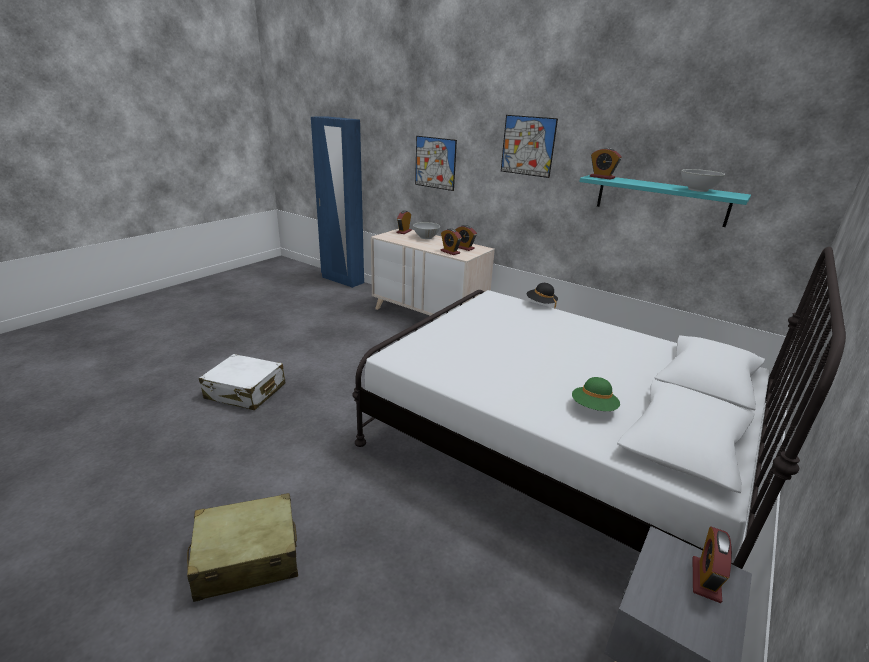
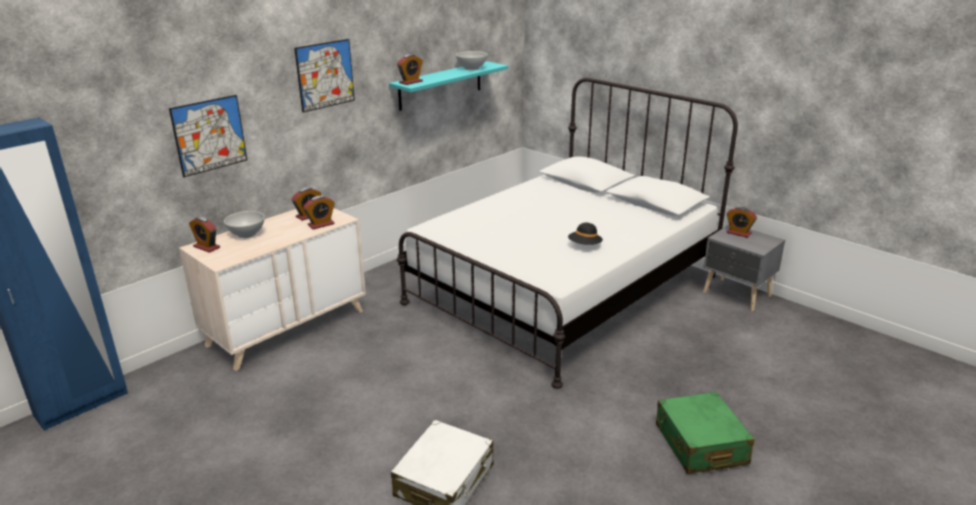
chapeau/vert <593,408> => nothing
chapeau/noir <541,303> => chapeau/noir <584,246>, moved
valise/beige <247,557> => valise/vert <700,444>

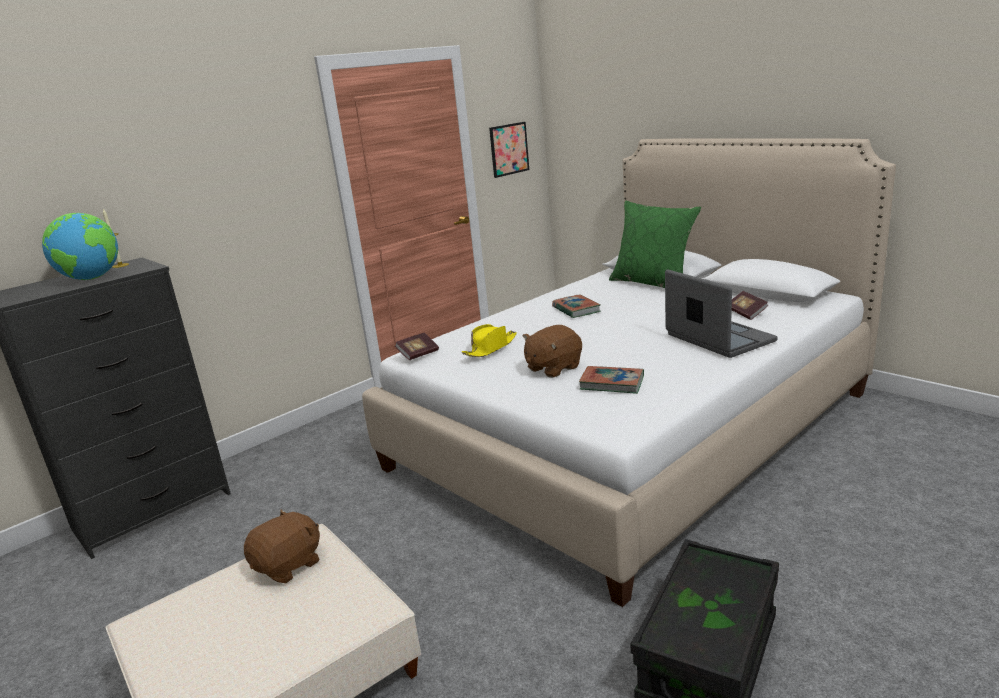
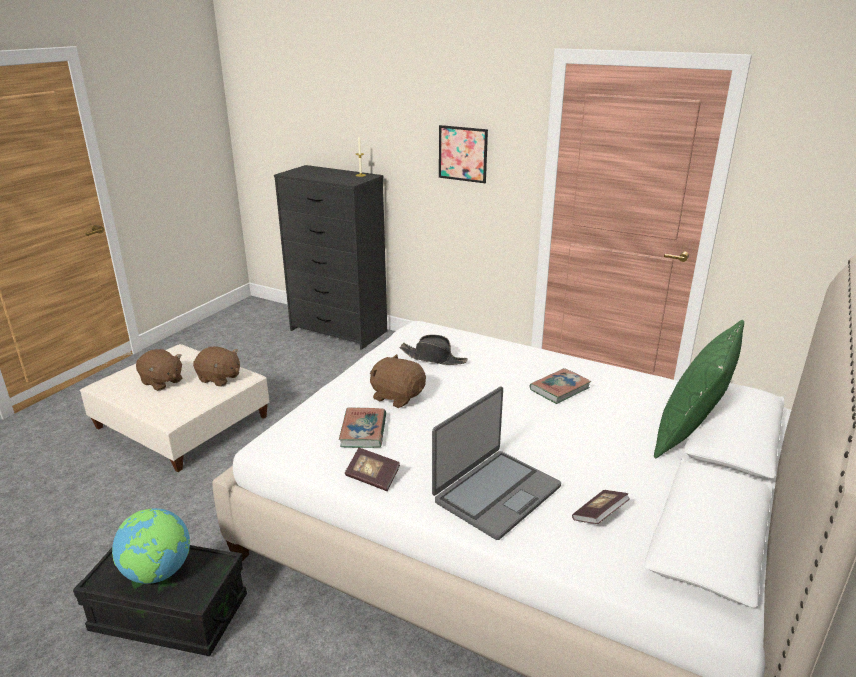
nothing => peluche/marron <162,382>
globe <92,278> => globe <158,573>, moved
livre <418,354> => livre <372,478>, moved
tableau <509,149> => tableau <463,154>, moved
chapeau/jaune <490,348> => chapeau/noir <433,358>

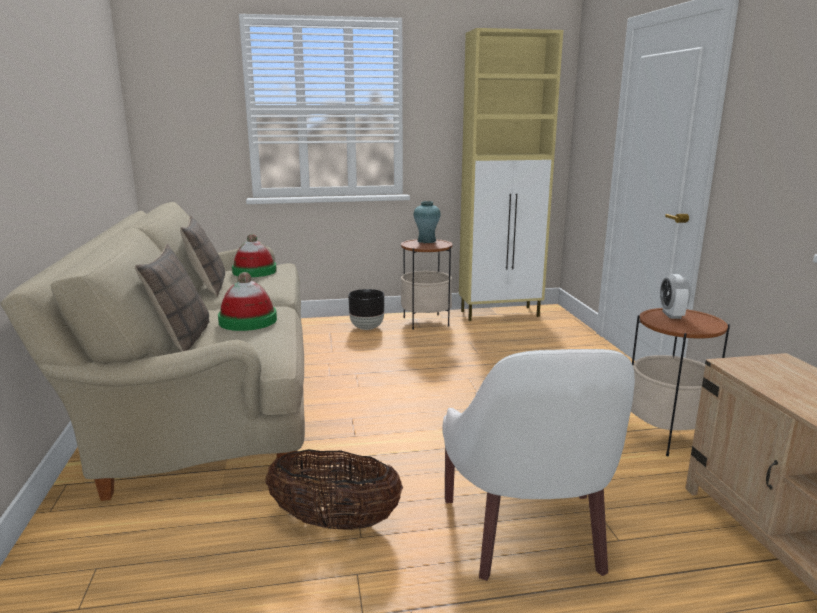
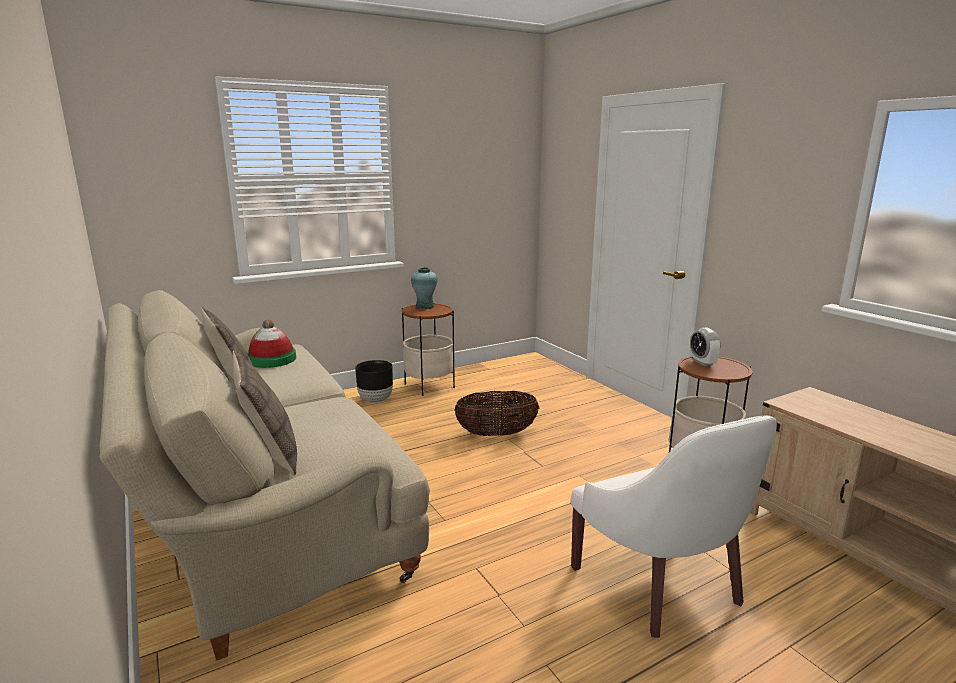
chapeau <248,321> => nothing
meuble de rangement/beige <501,314> => nothing
panier <335,522> => panier <496,434>, moved

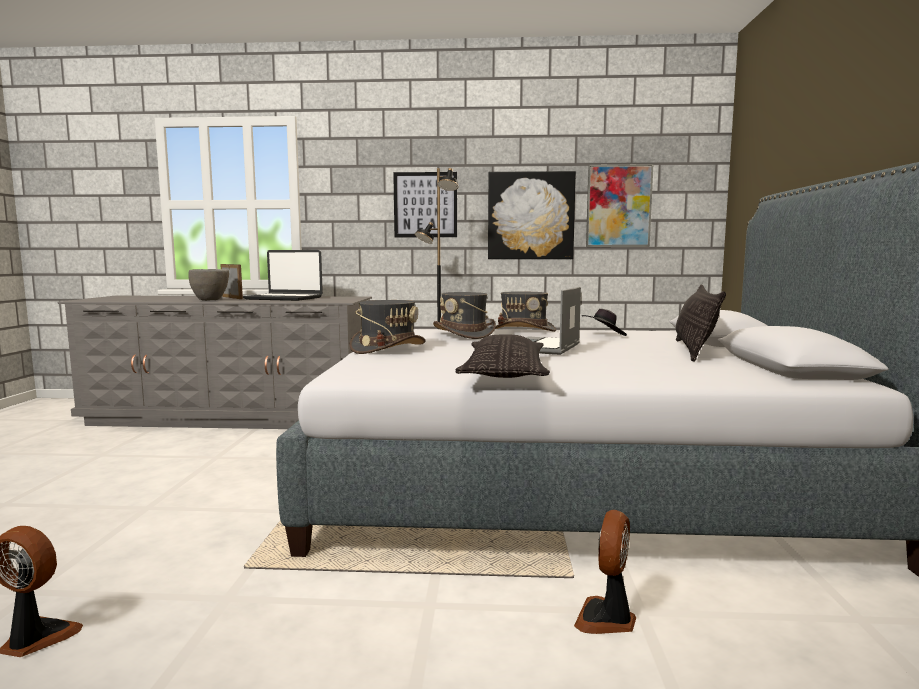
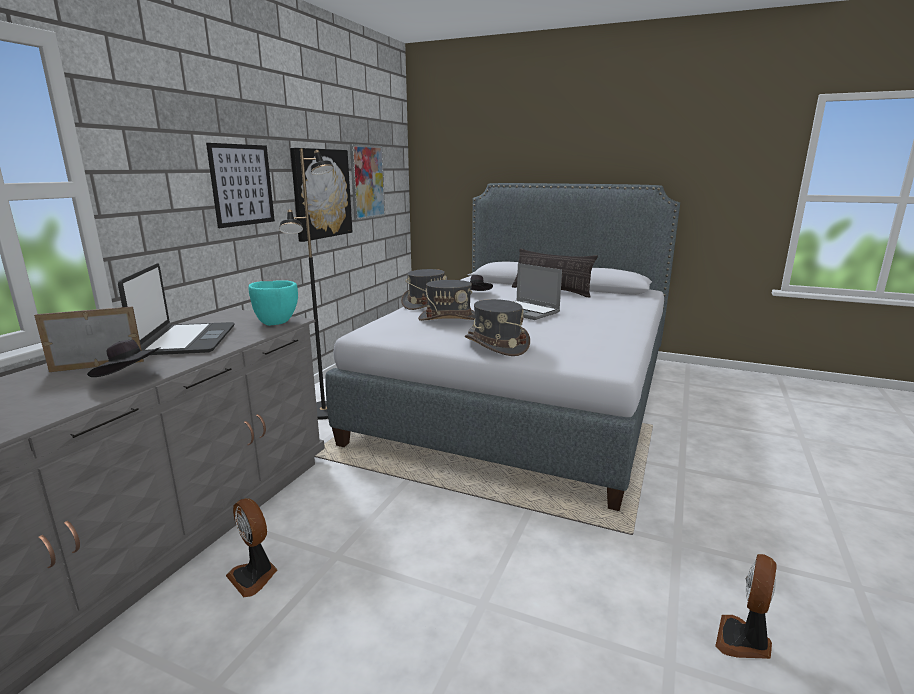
coussin <504,371> => nothing
nothing => bol/turquoise <276,322>
ventilateur <607,619> => ventilateur <254,576>, moved
bol/gris <210,300> => chapeau/noir <130,378>
ordinateur portable <284,298> => ordinateur portable <186,340>, 45 degrees counterclockwise

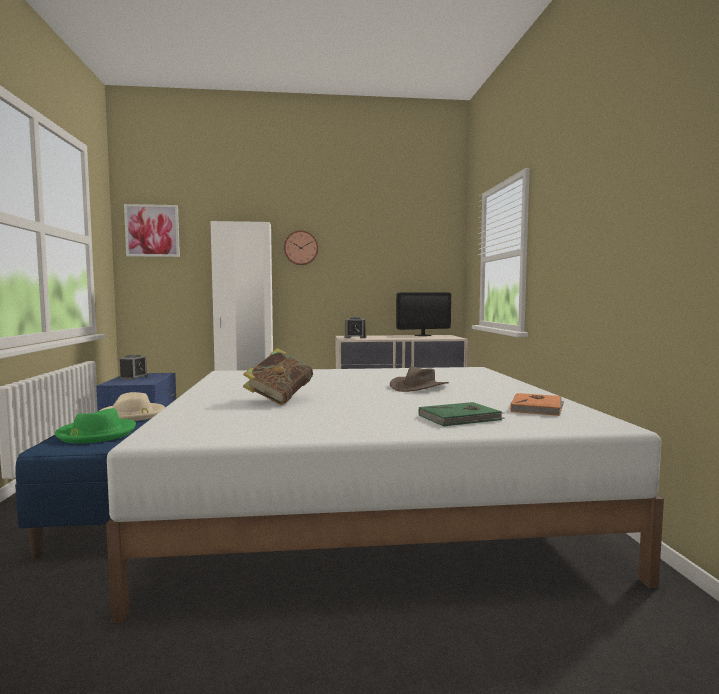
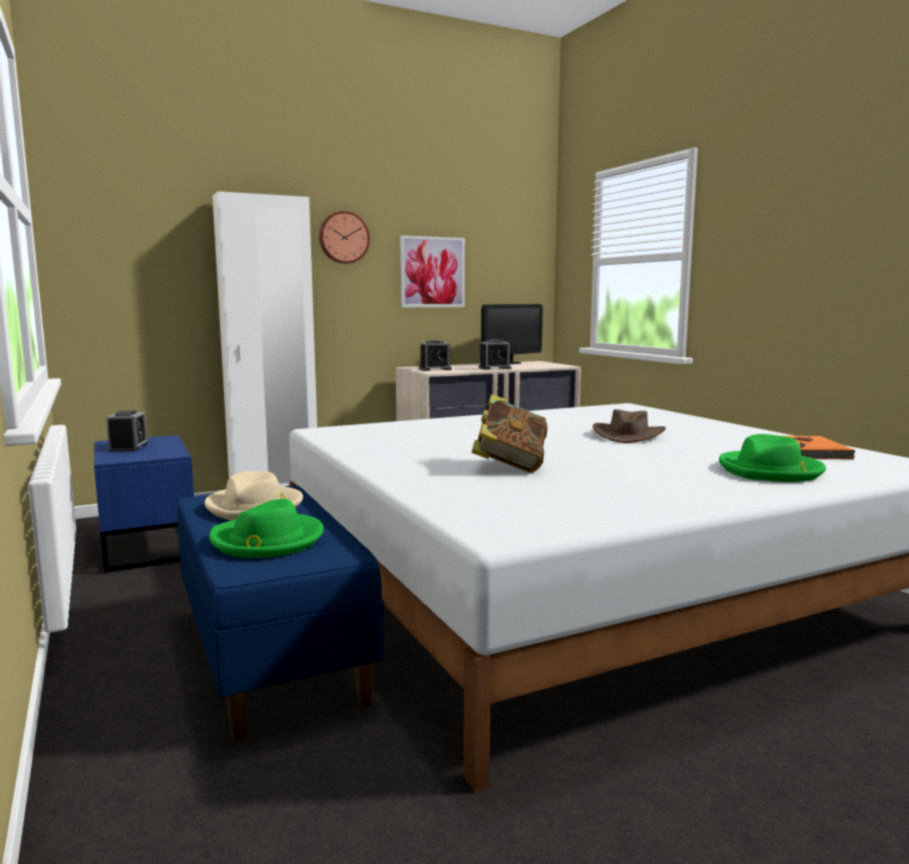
nothing => réveil <495,368>
tableau <152,231> => tableau <432,272>, moved
livre/vert <460,418> => chapeau/vert <770,471>

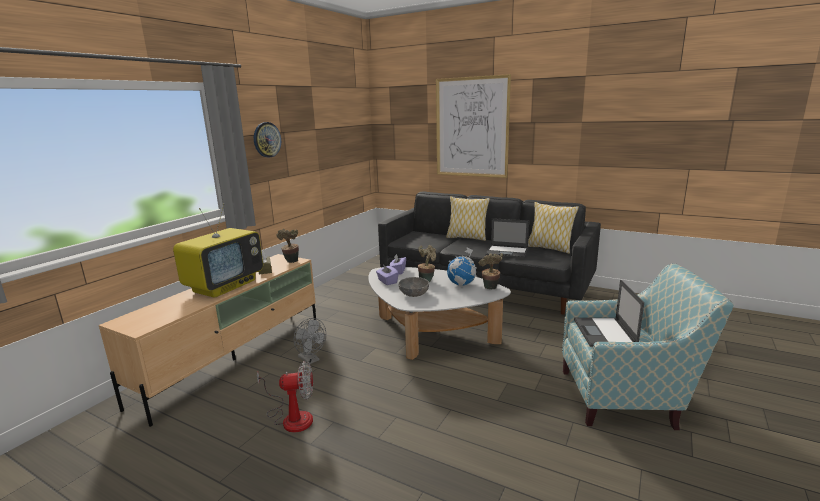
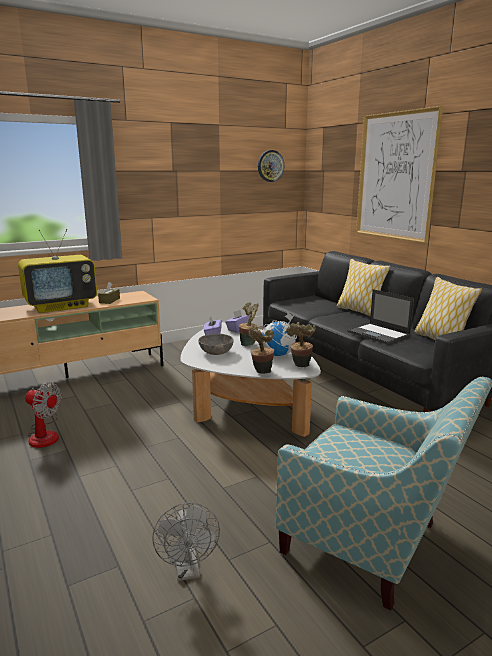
ordinateur portable <605,333> => nothing
horloge murale <266,139> => horloge murale <270,166>, moved
plante en pot <291,262> => plante en pot <261,372>, moved
ventilateur/gris <311,360> => ventilateur/gris <188,571>, moved

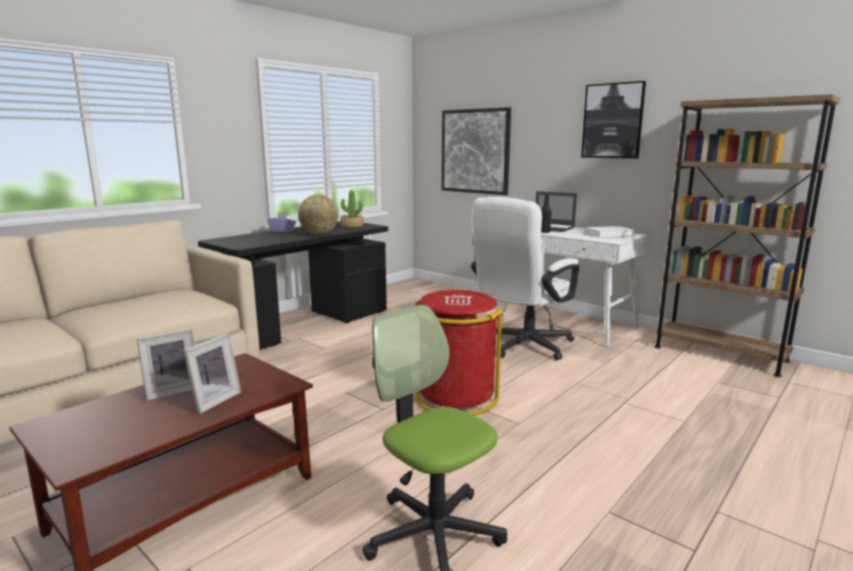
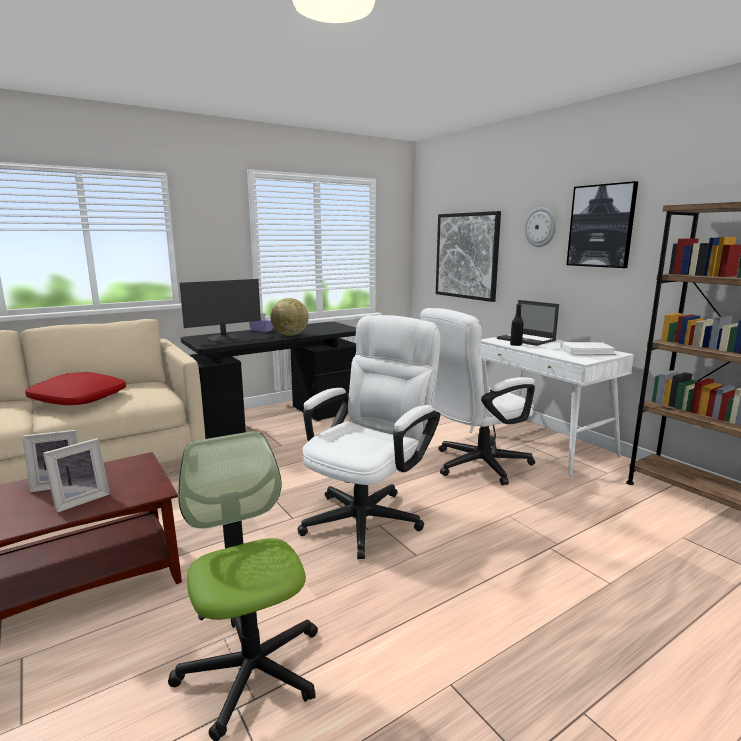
plante en pot <352,226> => nothing
nothing => coussin/rouge <78,399>
nothing => écran d'ordinateur <223,338>
nothing => horloge murale <540,227>
poubelle/rouge <455,397> => chaise de bureau/blanc <369,515>

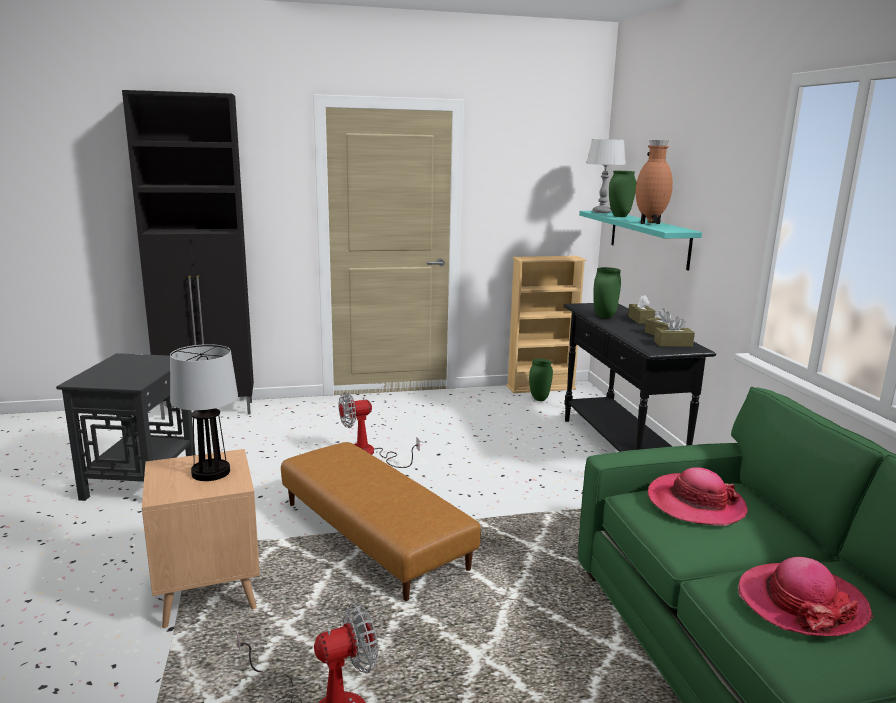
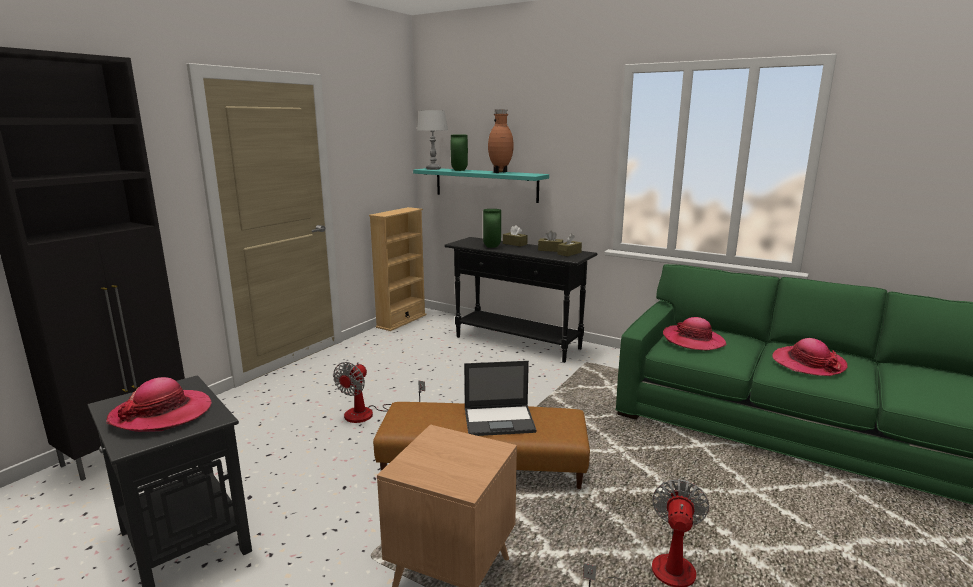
lampe de table <211,472> => nothing
vase/vert <539,399> => nothing
nothing => chapeau <162,414>
nothing => ordinateur portable <500,420>

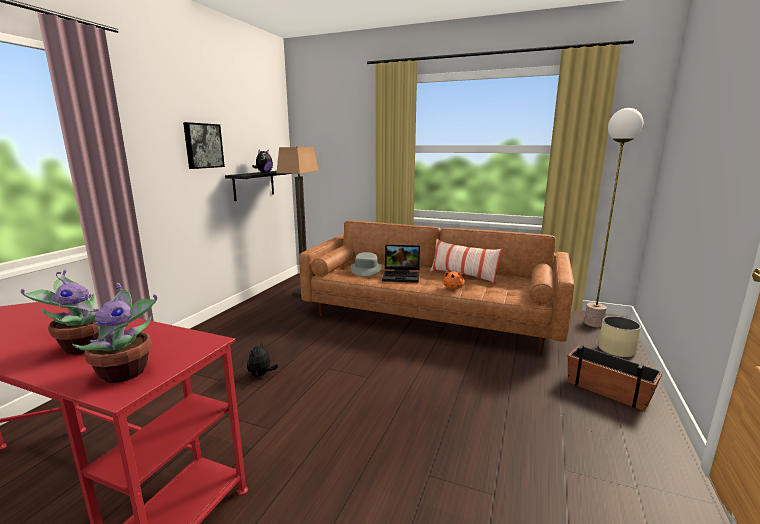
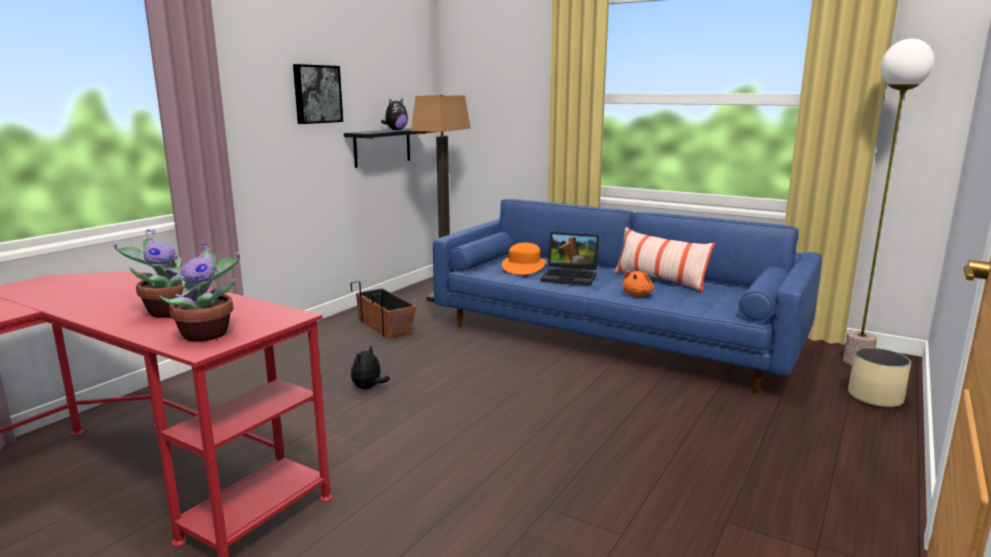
cache-pot <608,390> => cache-pot <385,326>, moved
canapé/marron <431,315> => canapé/bleu <613,336>
chapeau/gris <366,270> => chapeau/orange <524,267>

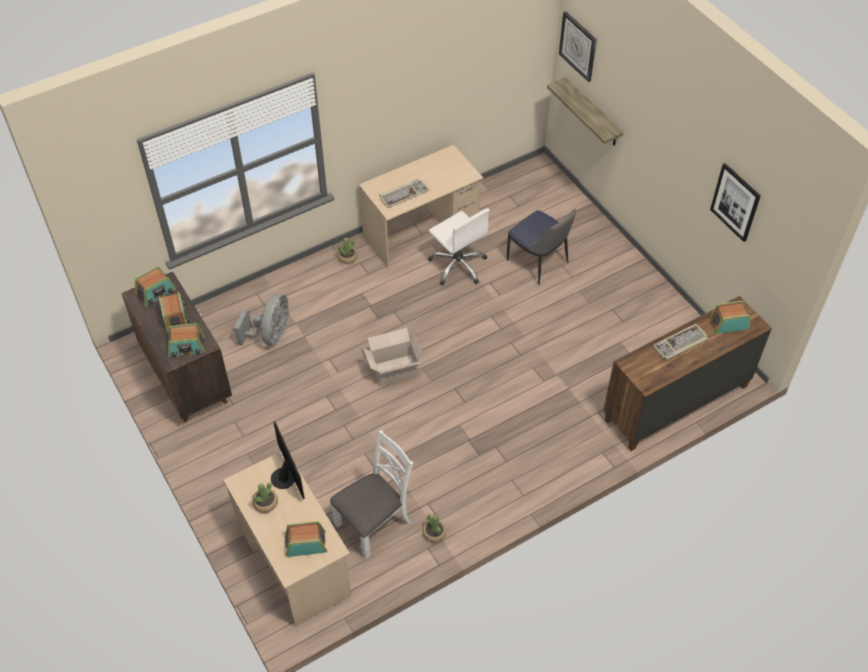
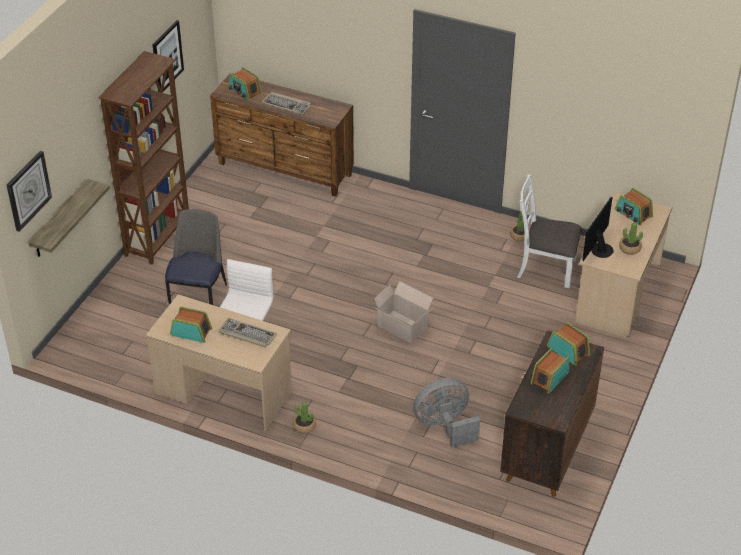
nothing => bibliothèque/marron <158,237>
radio <156,292> => radio <191,332>, moved

